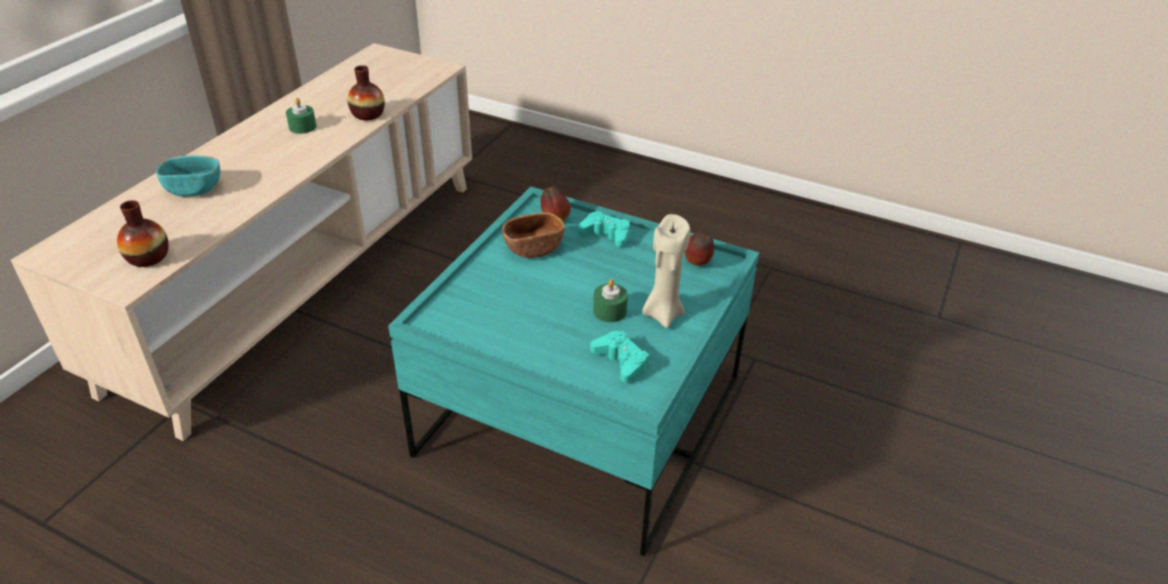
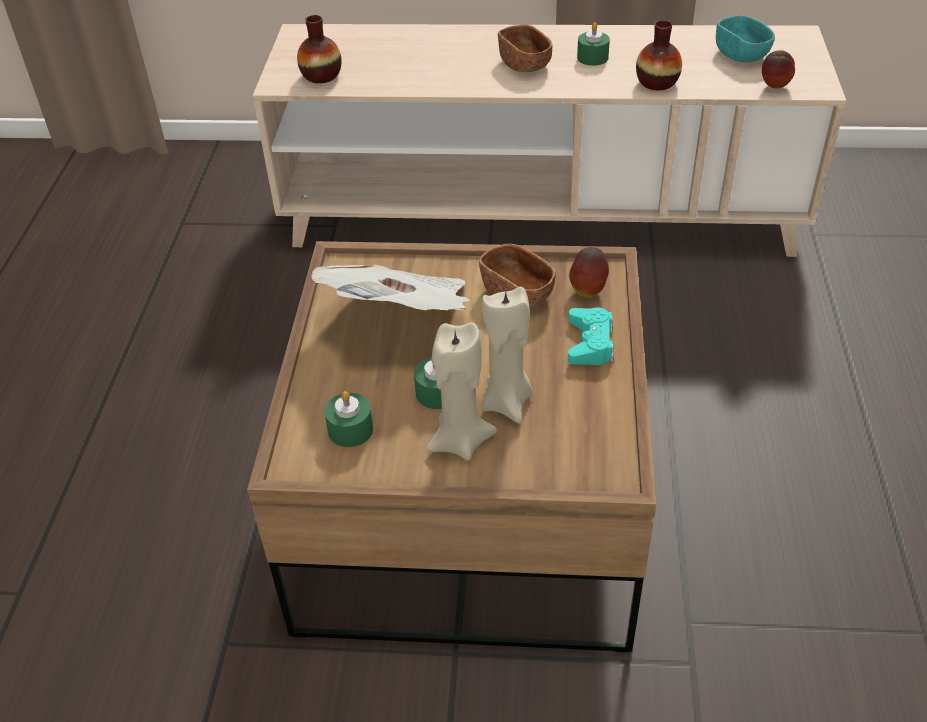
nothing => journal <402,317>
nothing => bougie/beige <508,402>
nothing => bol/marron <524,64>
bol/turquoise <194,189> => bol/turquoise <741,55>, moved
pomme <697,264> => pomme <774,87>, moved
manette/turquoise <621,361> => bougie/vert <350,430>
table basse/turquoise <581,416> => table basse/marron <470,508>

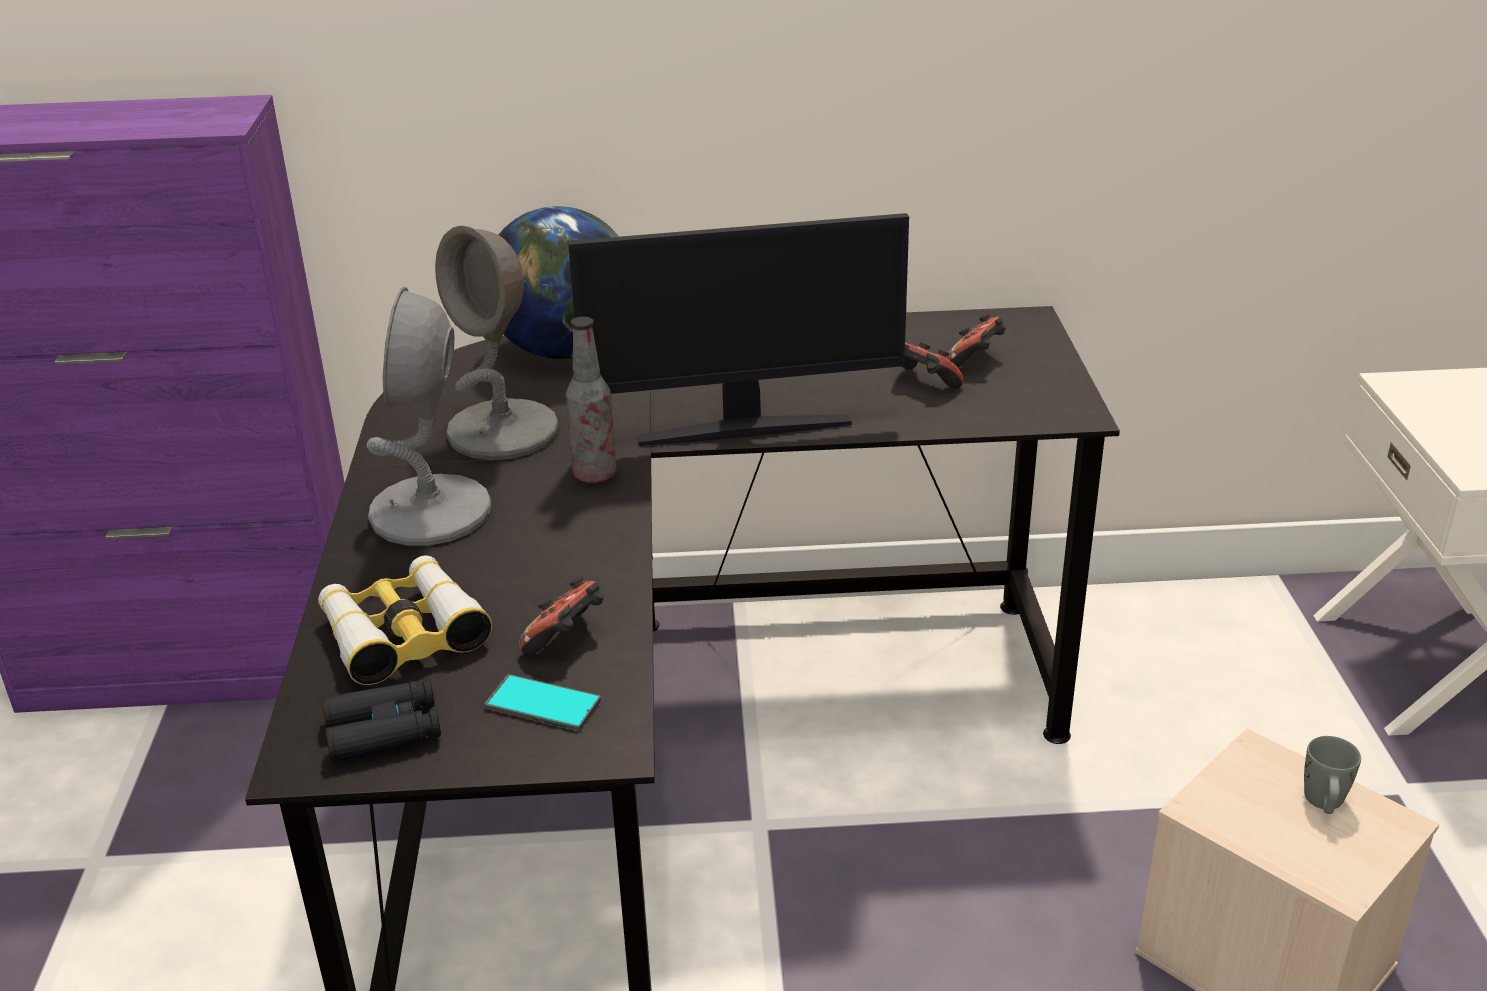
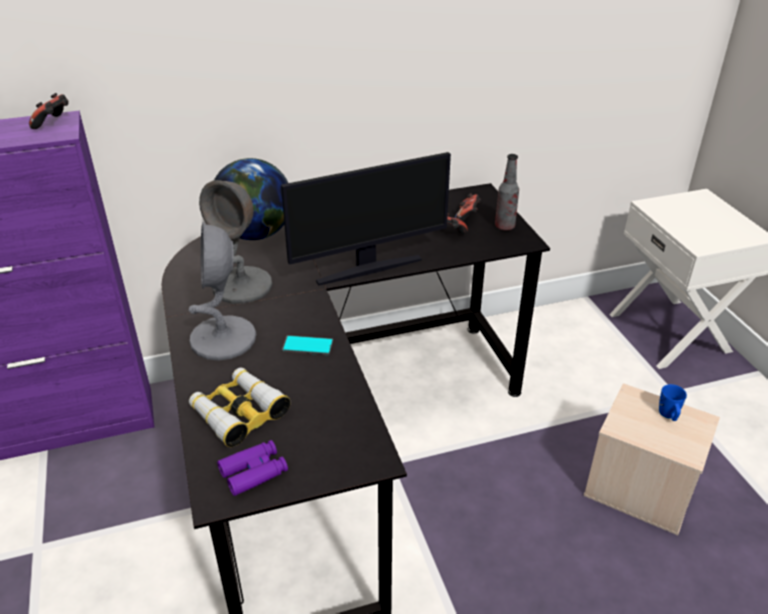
téléphone <543,704> => téléphone <307,346>, moved
manette <567,638> => manette <54,123>, moved
bouteille <595,474> => bouteille <504,226>, moved
jumelles/noir <384,731> => jumelles/violet <254,472>
mug/gris <1324,803> => mug/bleu <669,415>

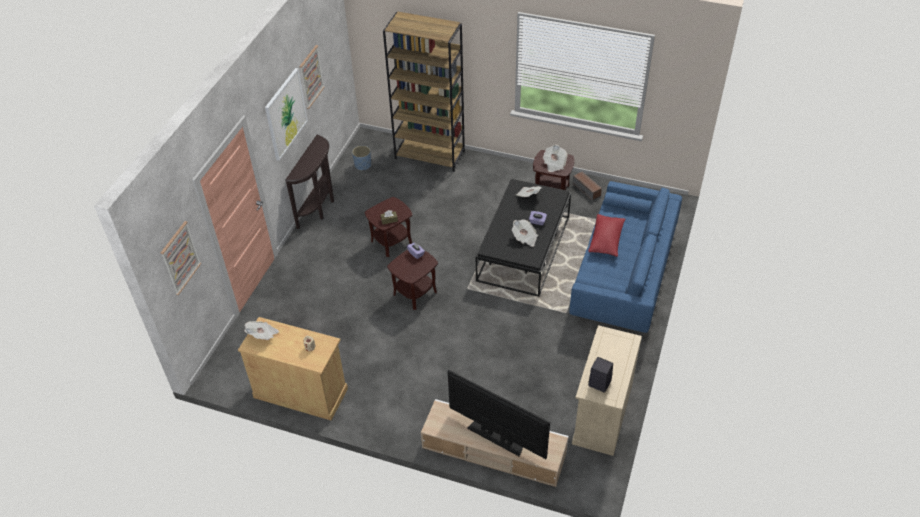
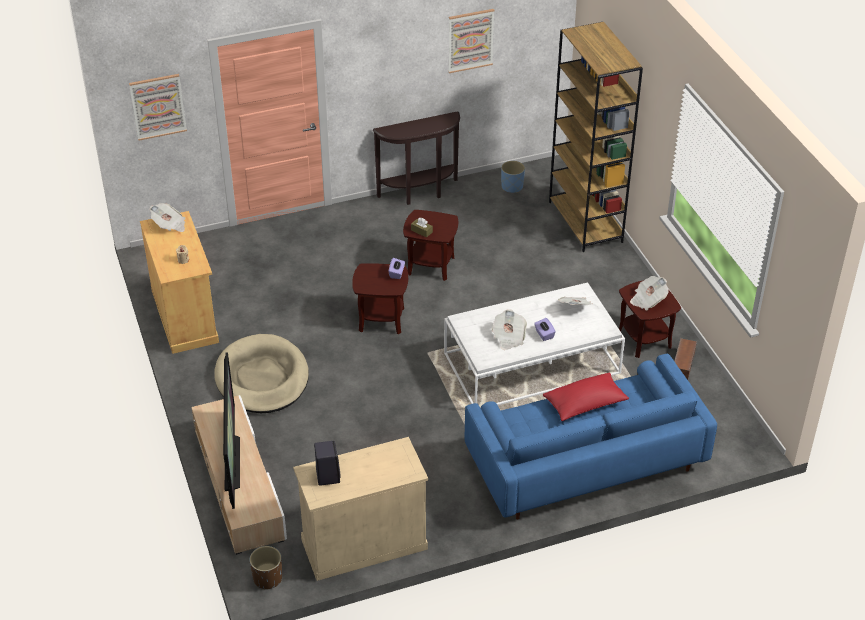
tableau <285,114> => nothing
nothing => panier pour chien/beige <262,378>
nothing => cache-pot/marron <268,578>
table basse/noir <523,249> => table basse/blanc <531,364>

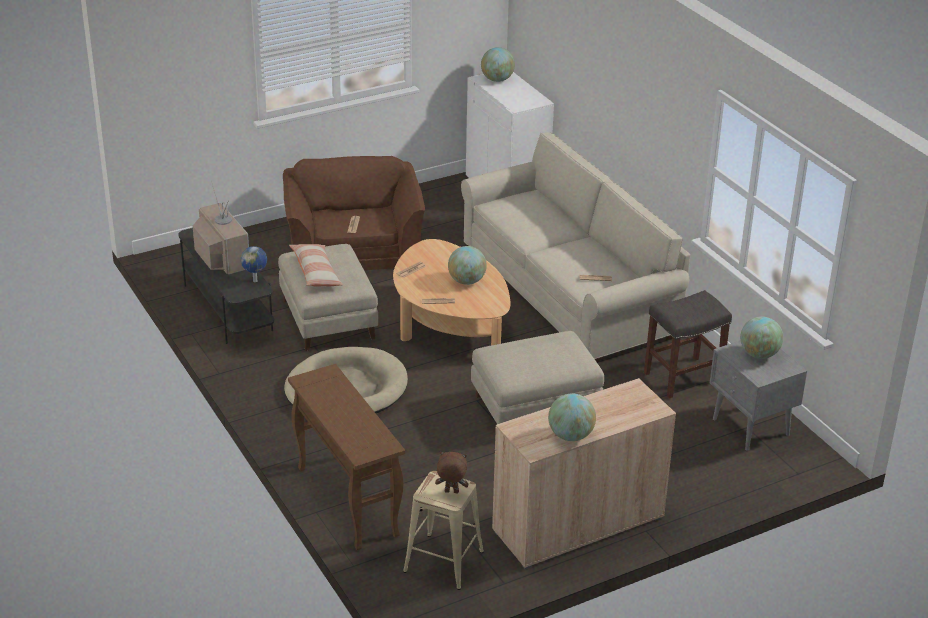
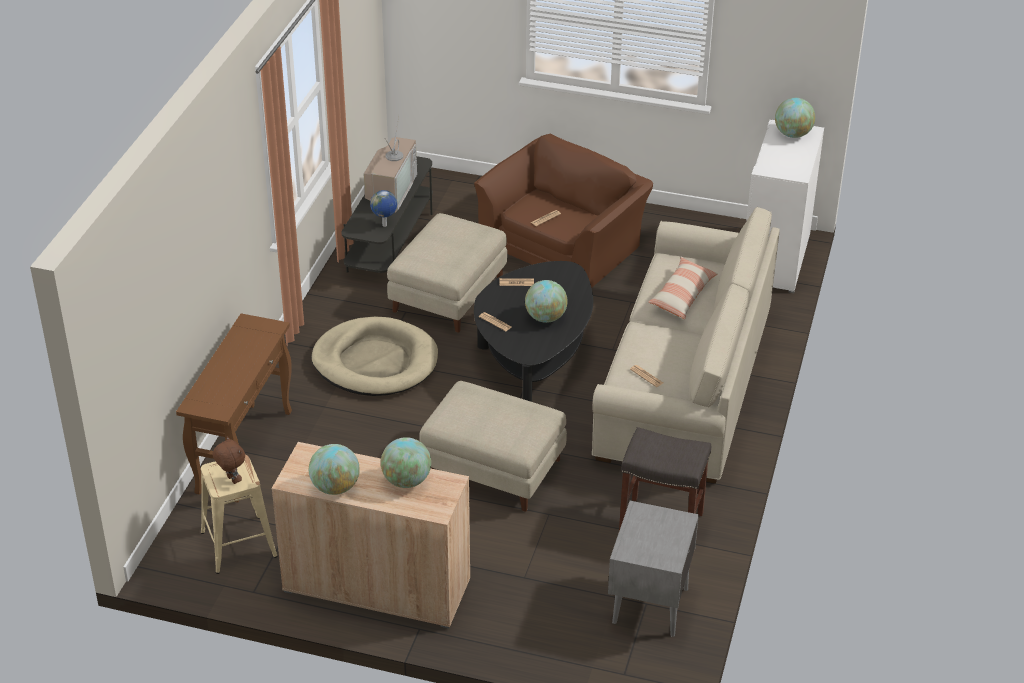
coussin <316,272> => coussin <682,295>, moved
globe <759,354> => globe <406,481>, moved
table basse/beige <449,325> => table basse/noir <534,356>

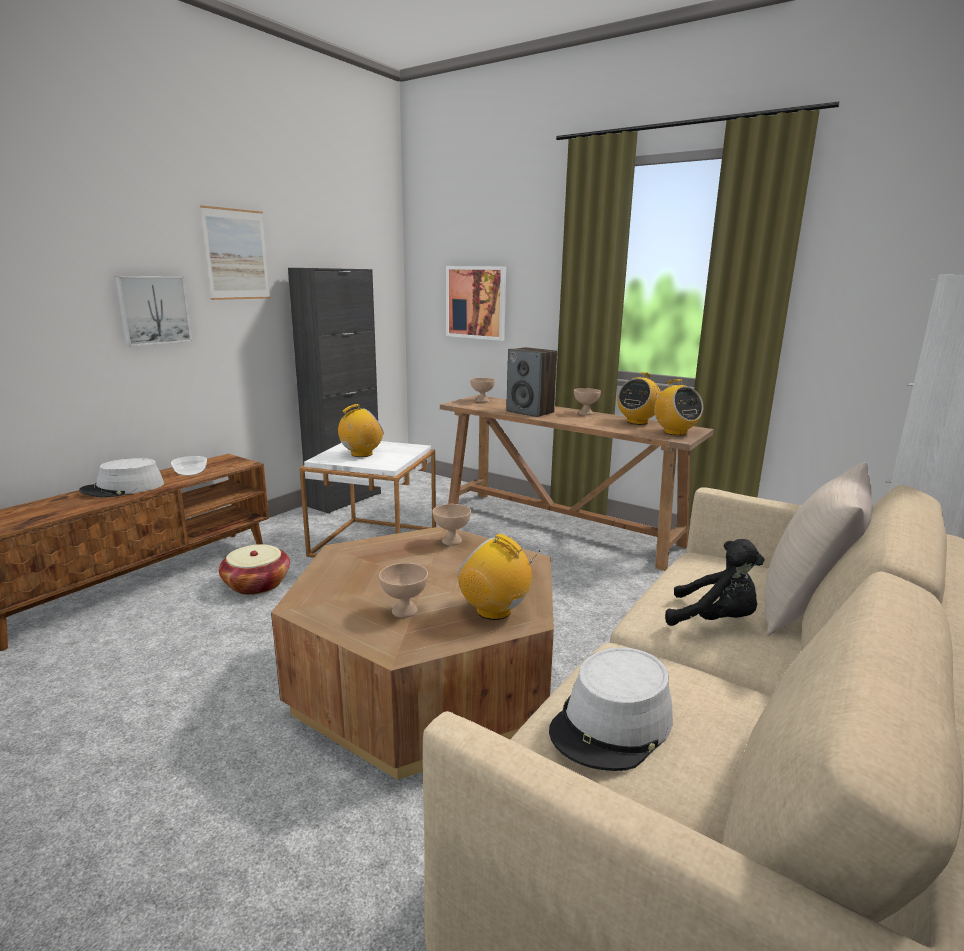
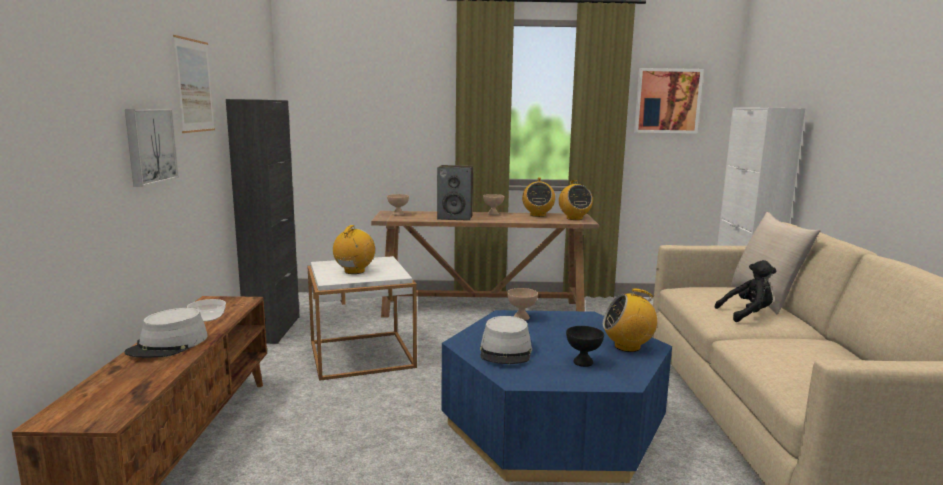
panier <257,584> => nothing
tableau <476,302> => tableau <667,101>, moved
chapeau/gris <612,724> => chapeau/gris <506,351>, moved
table basse/marron <425,680> => table basse/bleu <553,427>
bol/beige <405,611> => bol/noir <584,362>
radio <675,432> => radio <574,218>, 45 degrees clockwise

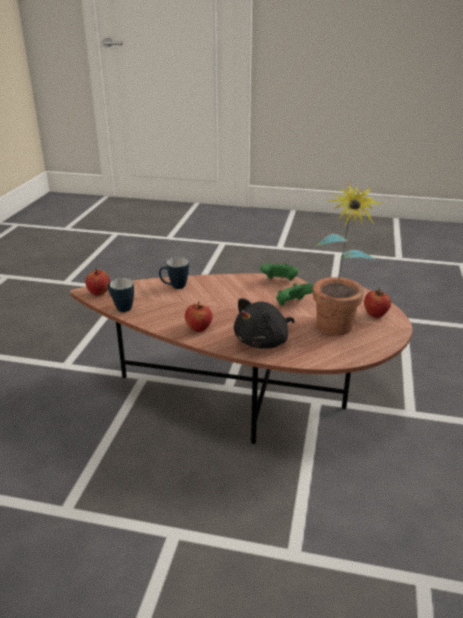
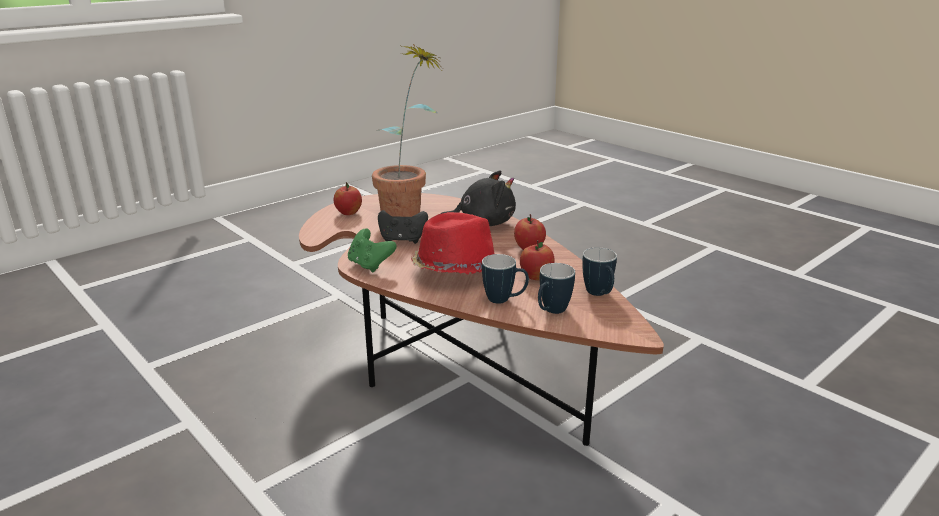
nothing => chapeau/rouge <457,270>
nothing => mug <551,312>
pomme <99,293> => pomme <536,277>, moved
manette/vert <293,305> => manette/noir <402,240>

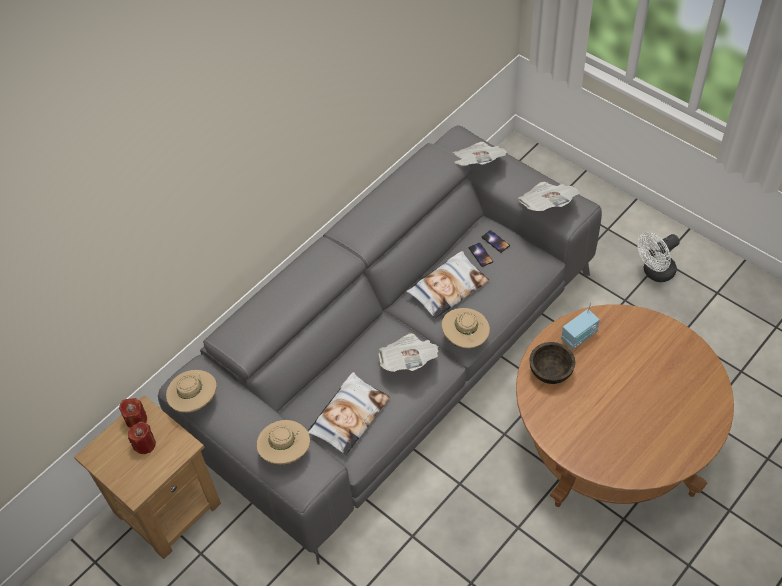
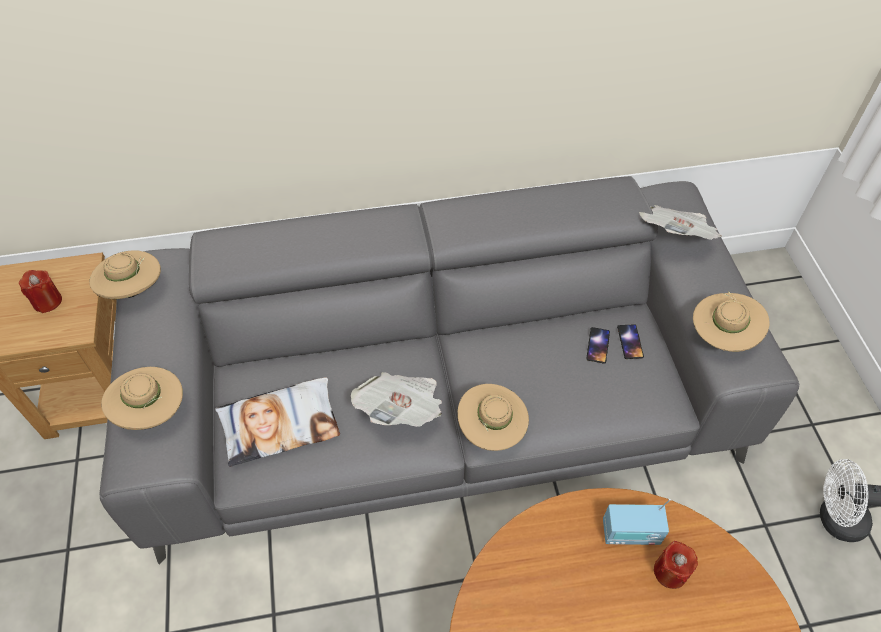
coussin <447,288> => nothing
bol/marron <550,371> => nothing
bougie/rouge <136,420> => bougie/rouge <670,572>, moved
journal <546,205> => chapeau/beige <721,336>

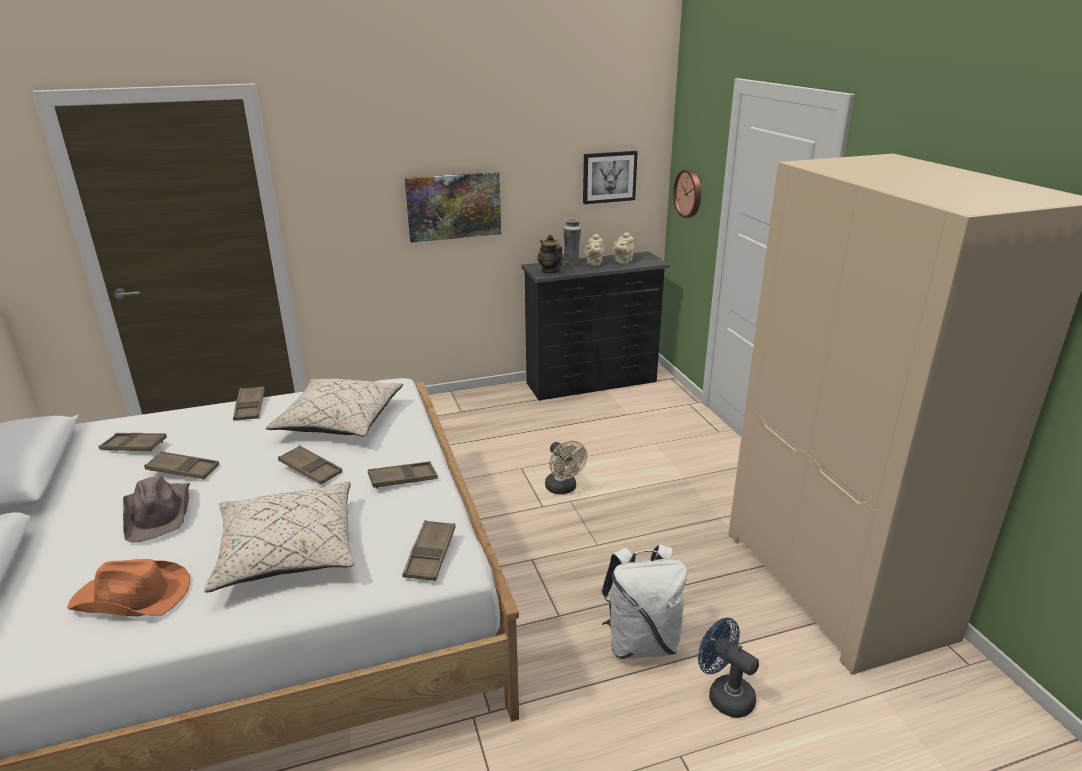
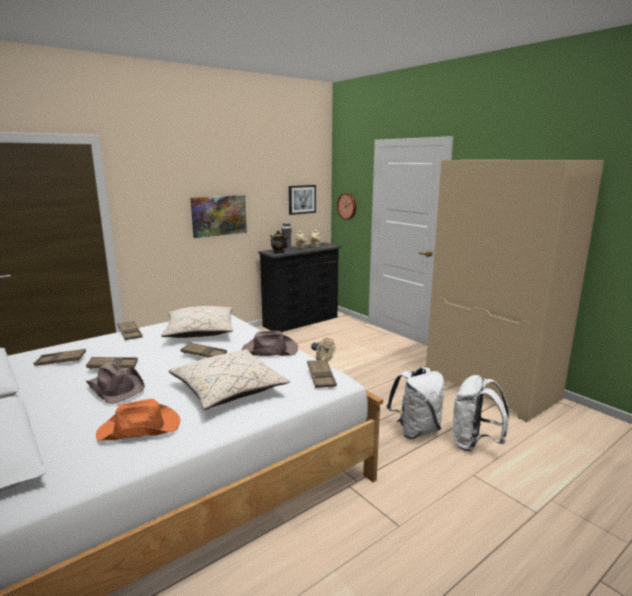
plateau/marron <403,479> => chapeau/marron <269,350>
ventilateur/bleu <724,695> => sac à dos/blanc <474,444>

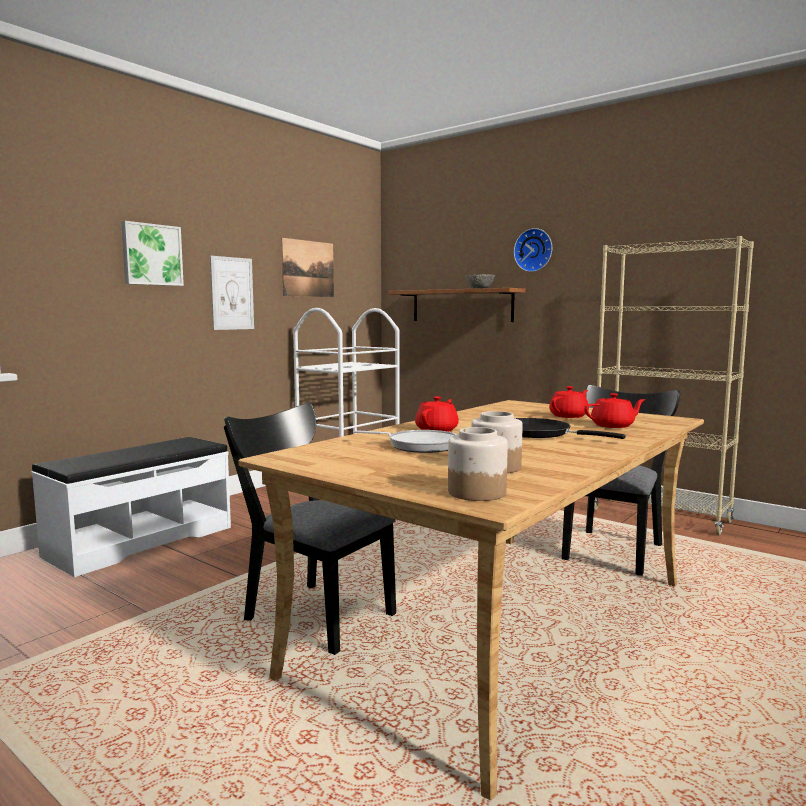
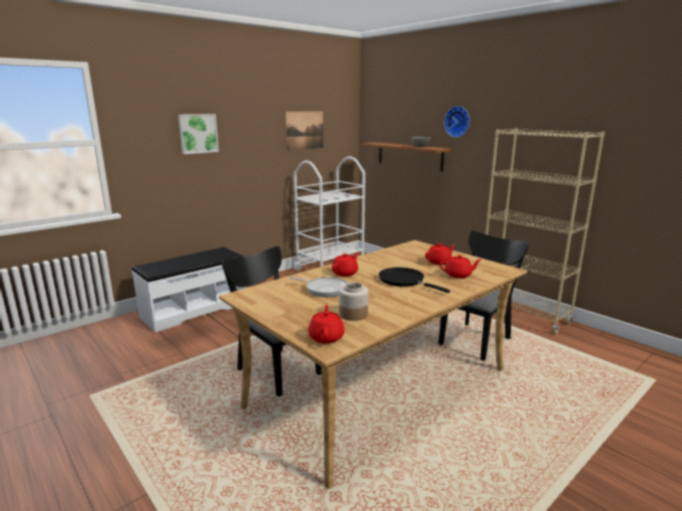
tableau <232,293> => nothing
bocal <476,492> => théière/rouge <326,337>

